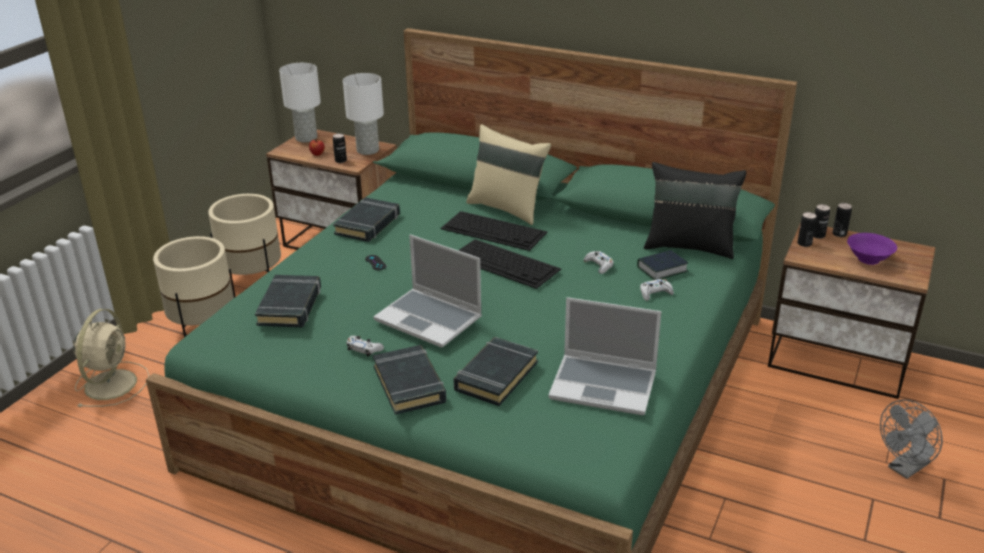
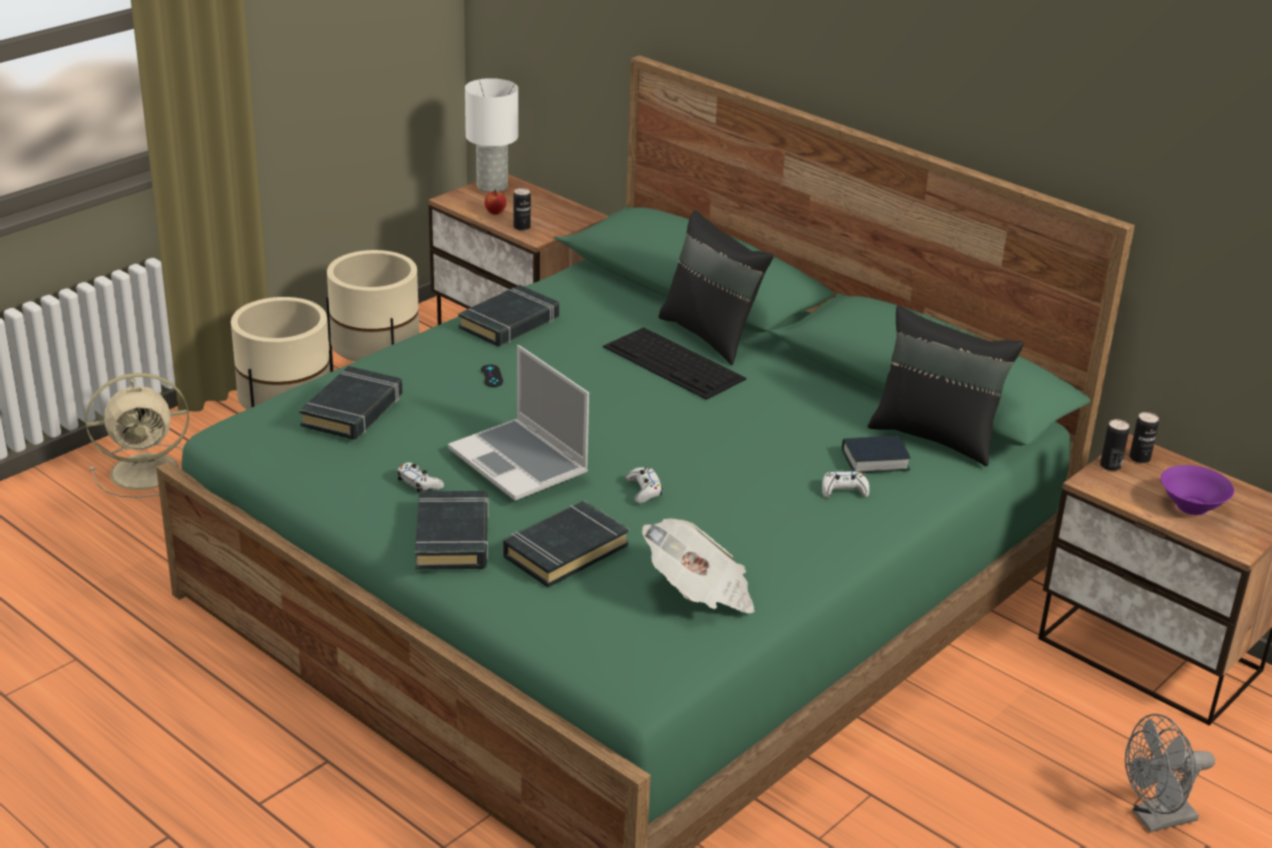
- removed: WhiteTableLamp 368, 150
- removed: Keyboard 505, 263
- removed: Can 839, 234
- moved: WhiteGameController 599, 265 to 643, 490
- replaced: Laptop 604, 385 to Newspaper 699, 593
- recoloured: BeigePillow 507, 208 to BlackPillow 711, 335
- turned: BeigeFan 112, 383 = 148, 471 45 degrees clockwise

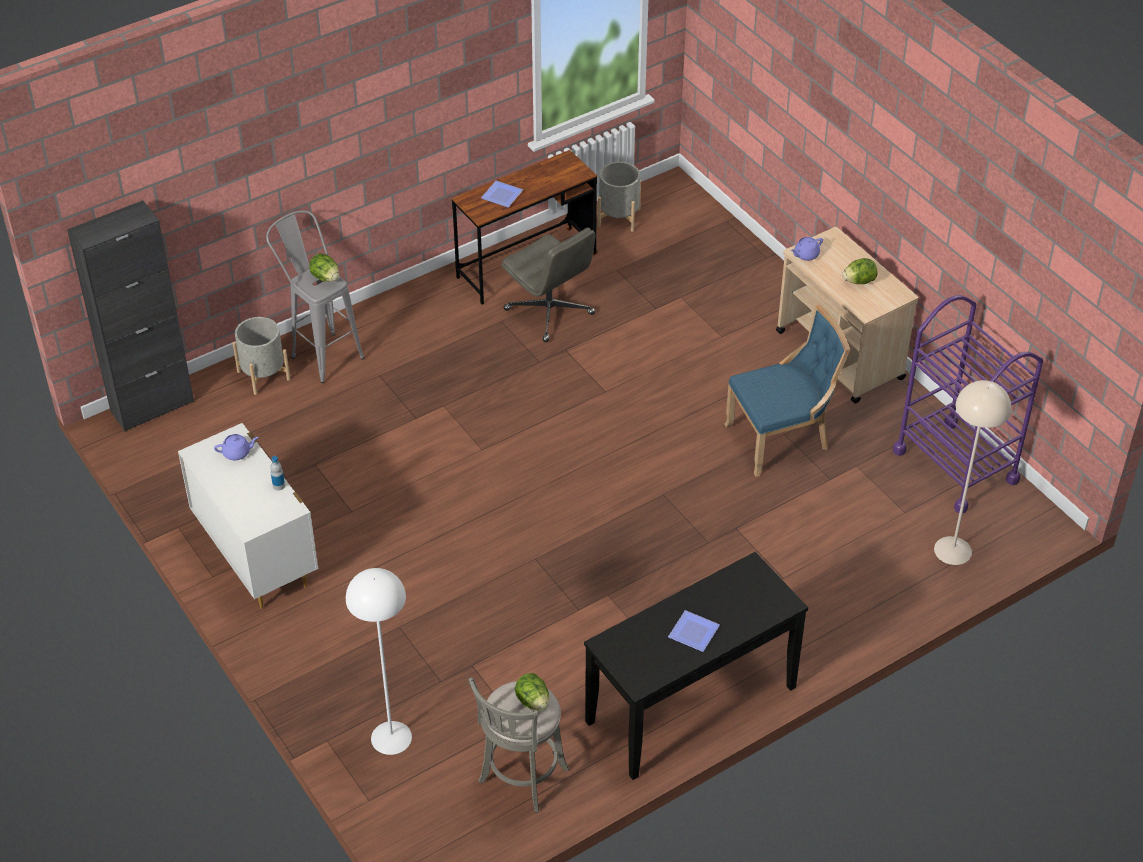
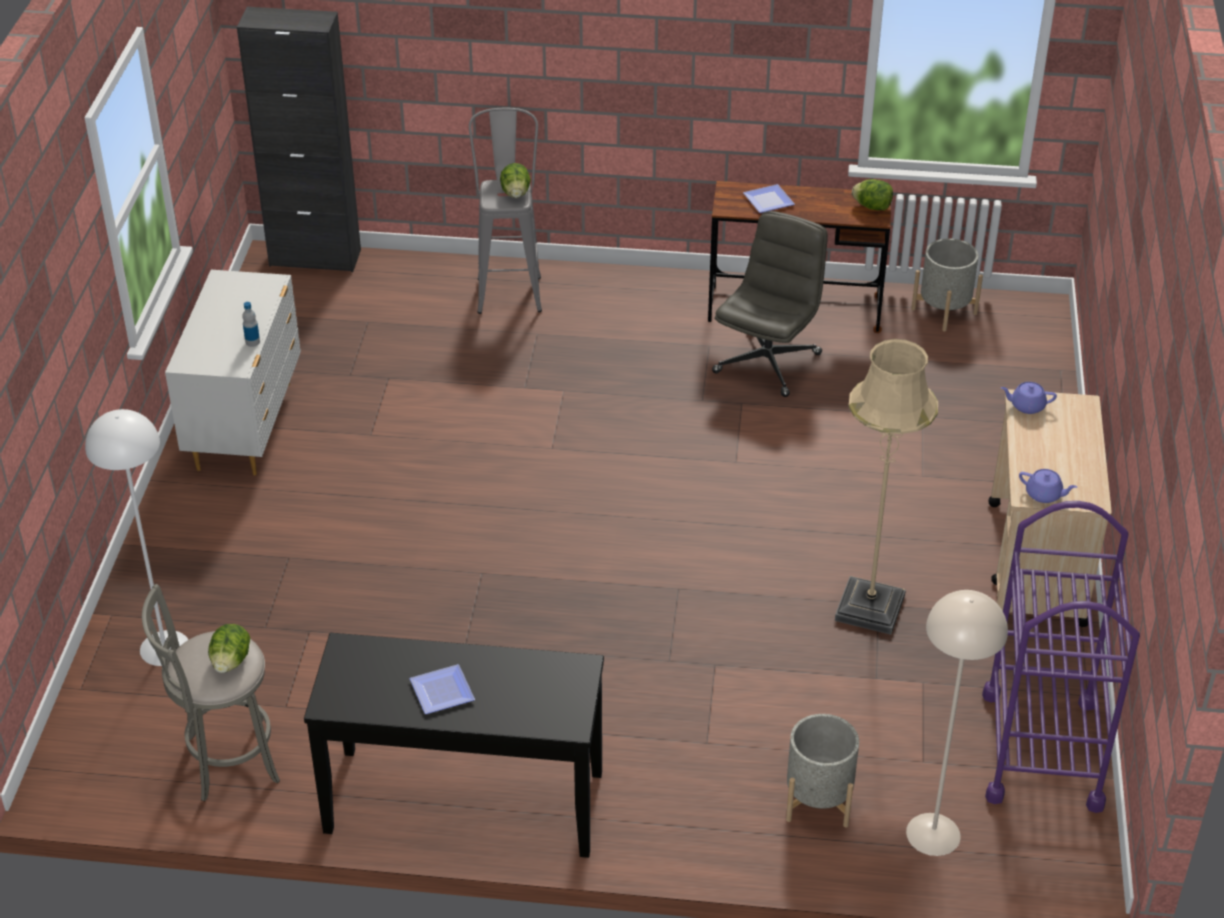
- moved: PurpleTeapot 237, 453 to 1044, 495
- moved: GreyPlanter 263, 375 to 818, 800
- moved: Lettuce 859, 281 to 872, 207
- replaced: BlueChair 781, 439 to BeigeFloorLamp 869, 608
- turned: GreyOfficeChair 550, 312 = 767, 362 150 degrees counterclockwise

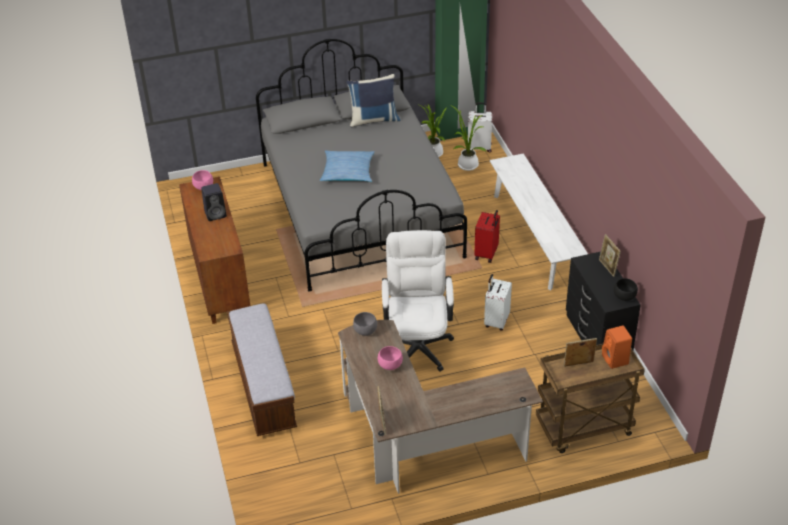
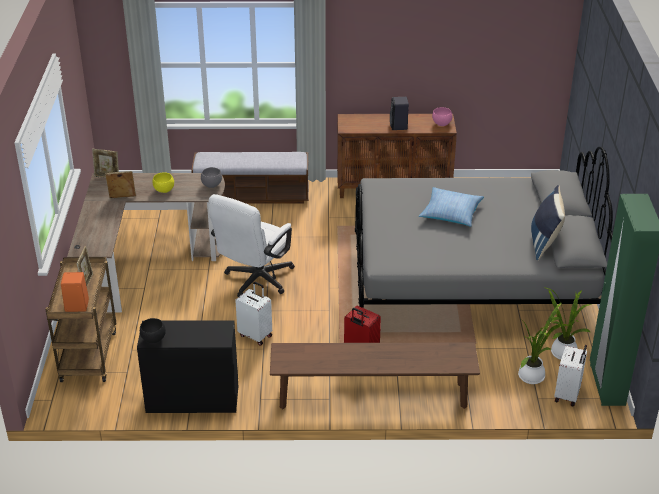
- moved: PictureFrame 607, 268 to 122, 198
- recoloured: PinkBowl 390, 365 to YellowBowl 164, 190
- recoloured: WhiteBench 534, 238 to BrownBench 372, 396
- turned: WhiteOfficeChair 418, 342 = 255, 281 105 degrees clockwise

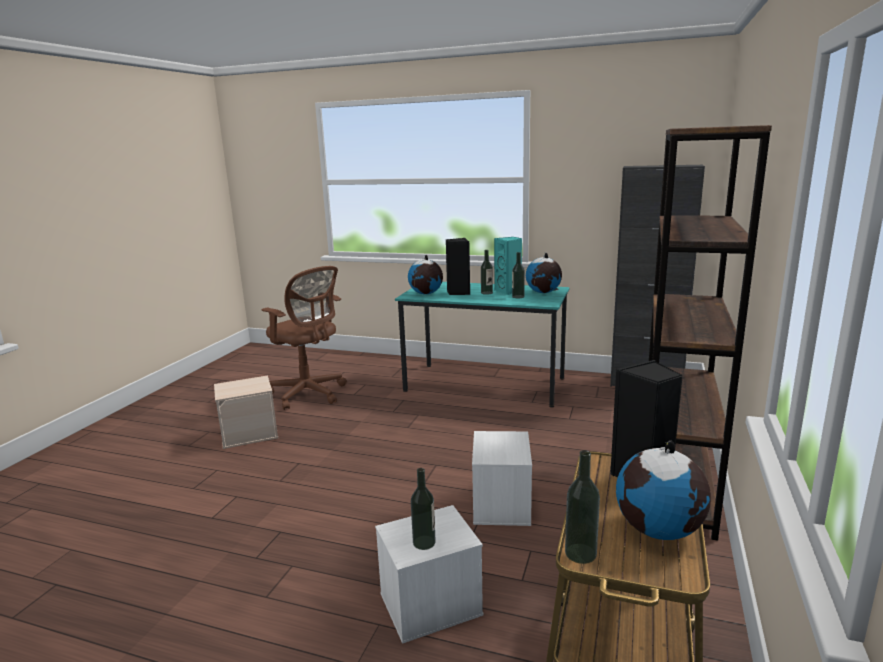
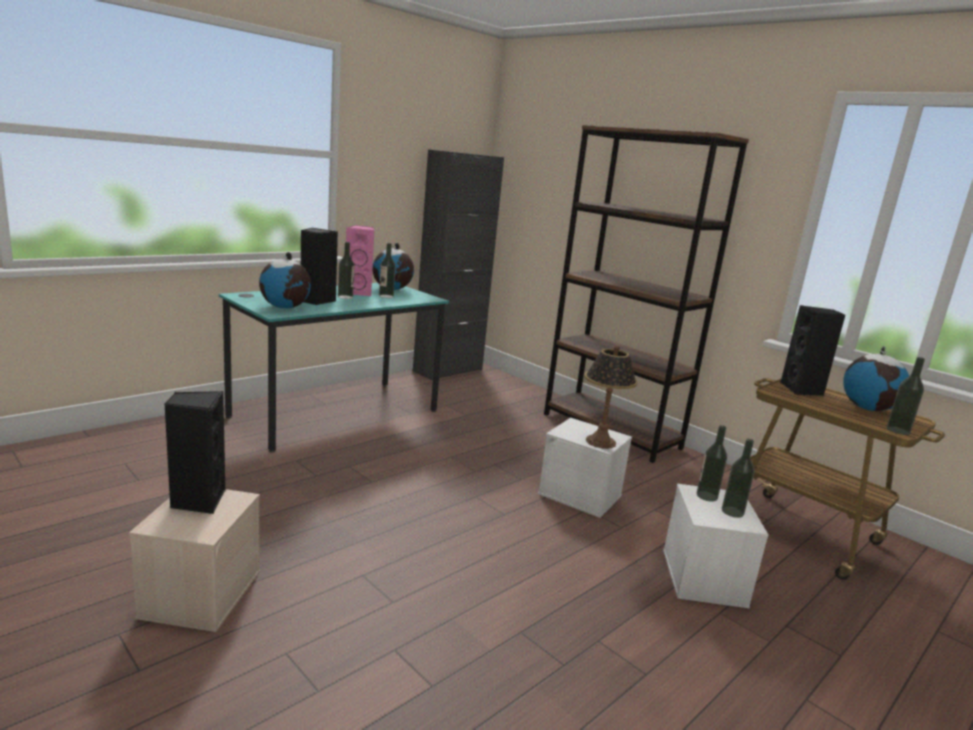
- removed: BrownOfficeChair 309, 394
- added: BlackSpeaker 198, 501
- added: TableLamp 600, 442
- added: Bottle 706, 496
- recoloured: TurquoiseSpeaker 508, 291 to PinkSpeaker 359, 292

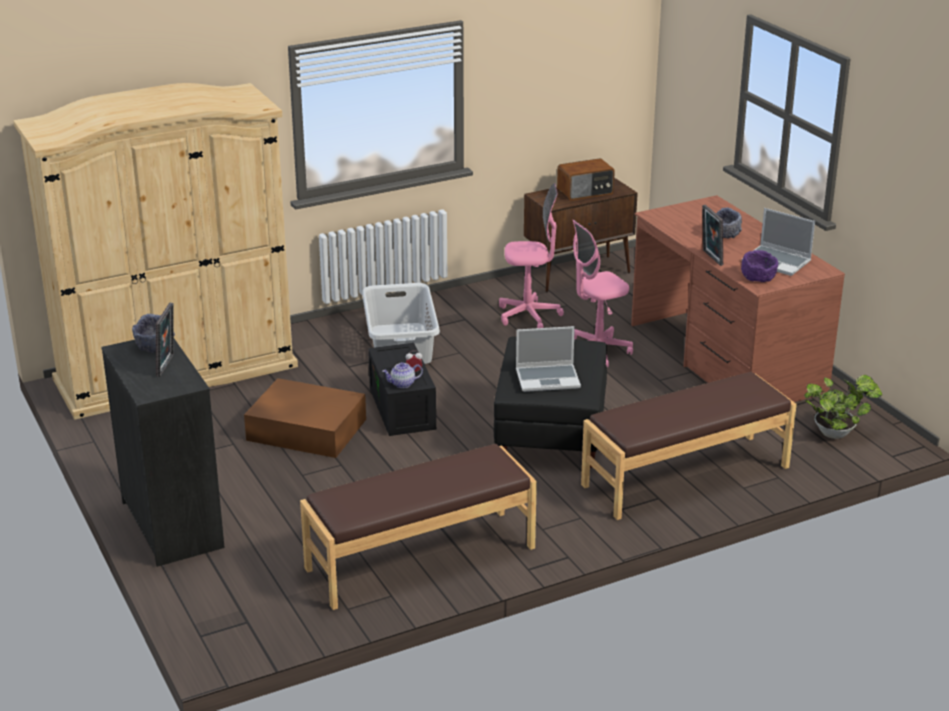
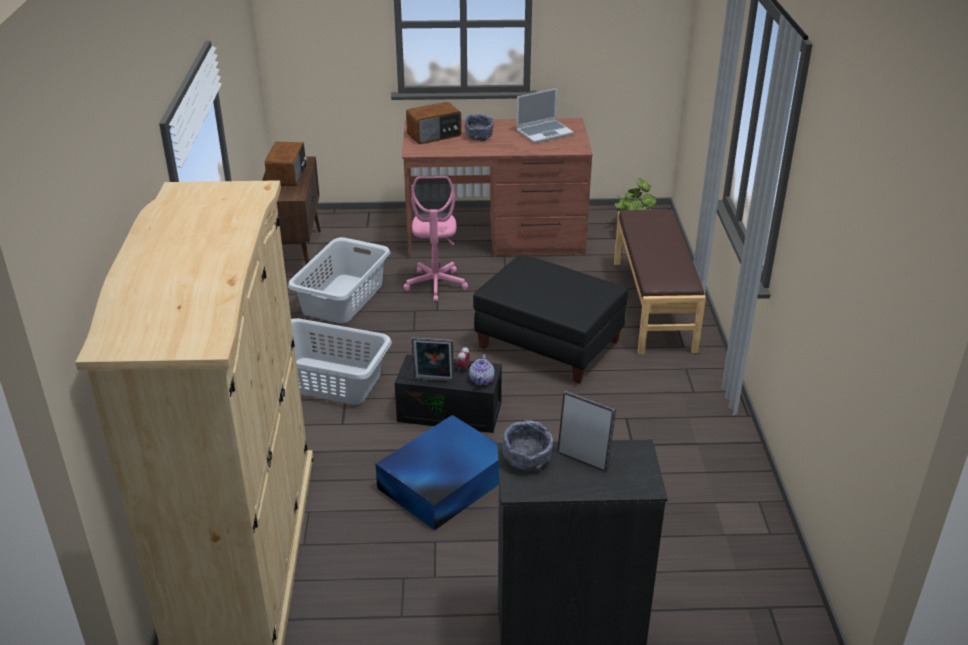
- removed: BrownBench 421, 559
- removed: Laptop 548, 379
- removed: PurpleBowl 758, 277
- added: Radio 434, 135
- moved: PictureFrame 710, 258 to 433, 381
- replaced: PinkOfficeChair 529, 315 to GreyLaundryBasket 344, 298
- recoloured: BrownStorageBox 305, 429 to BlueStorageBox 442, 482

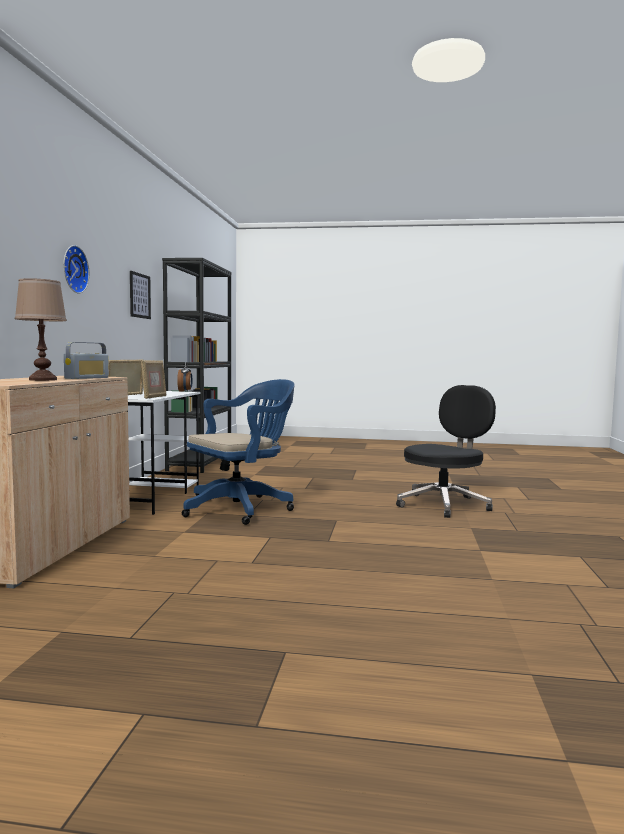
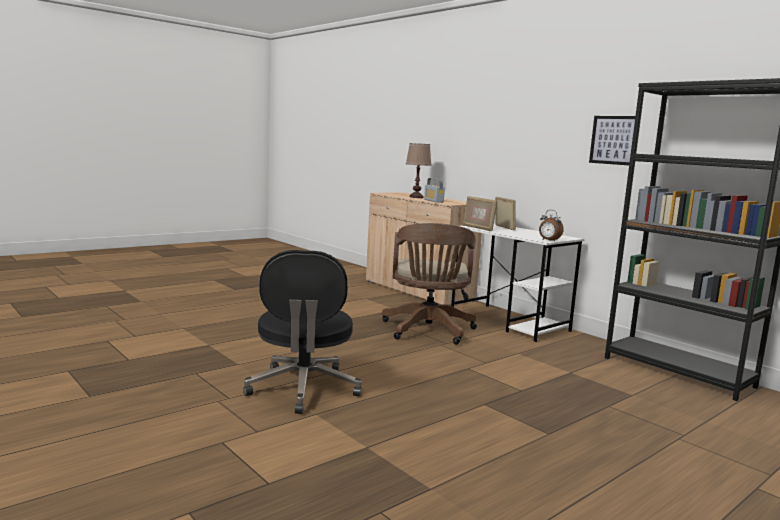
- removed: WallClock 73, 269
- recoloured: BlueOfficeChair 242, 508 to BrownOfficeChair 428, 331

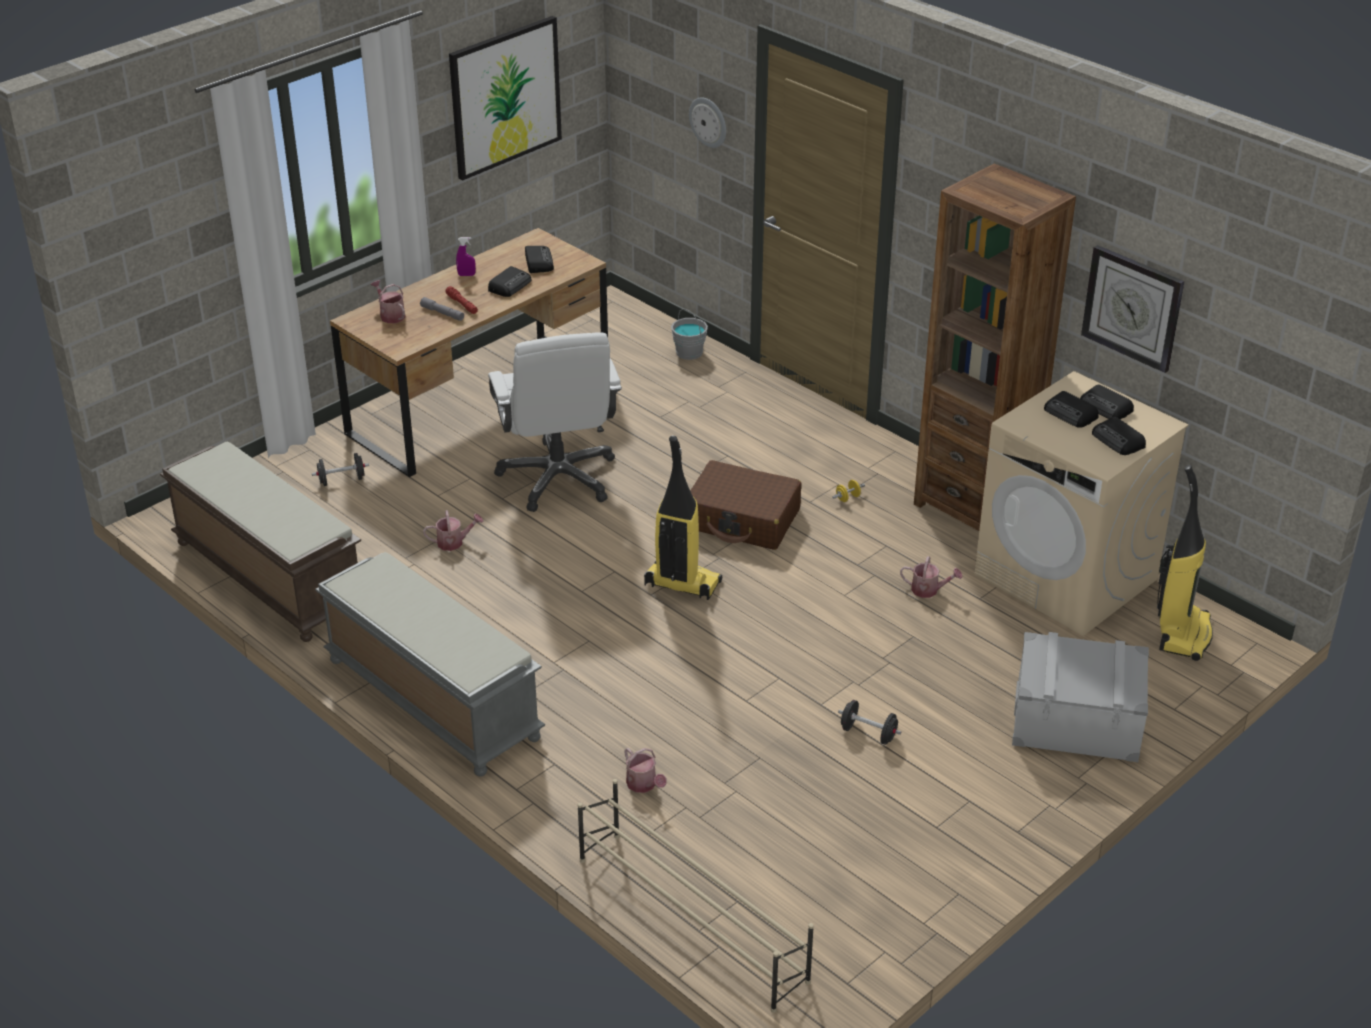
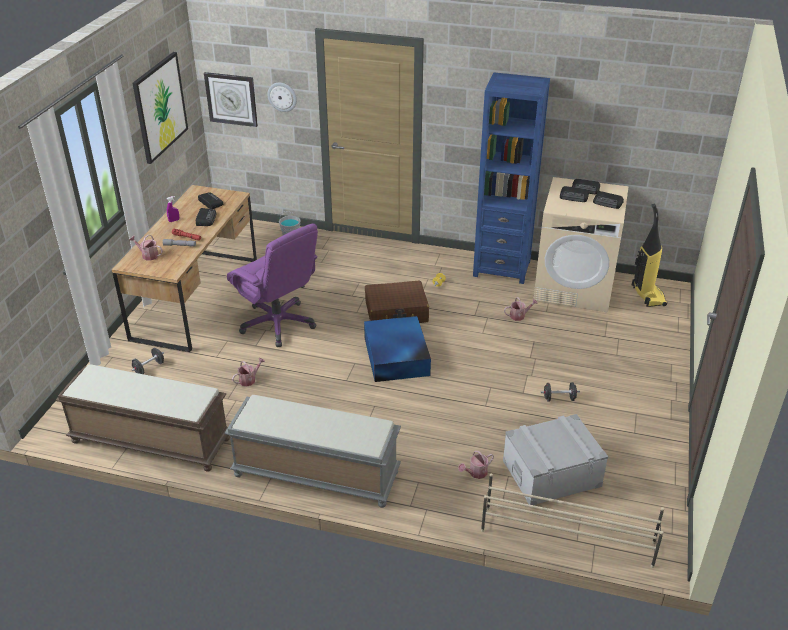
- moved: GreyStorageBox 1077, 719 to 551, 473
- moved: WallClock 1133, 307 to 231, 99
- replaced: VacuumCleaner 681, 584 to BlueStorageBox 396, 357
- recoloured: WhiteOfficeChair 558, 478 to PurpleOfficeChair 278, 323
- recoloured: BrownBookcase 973, 507 to BlueBookcase 501, 268
- turned: WateringCan 644, 785 = 476, 473 120 degrees clockwise

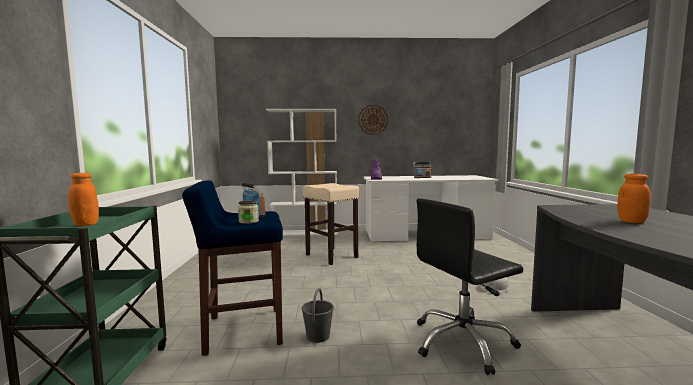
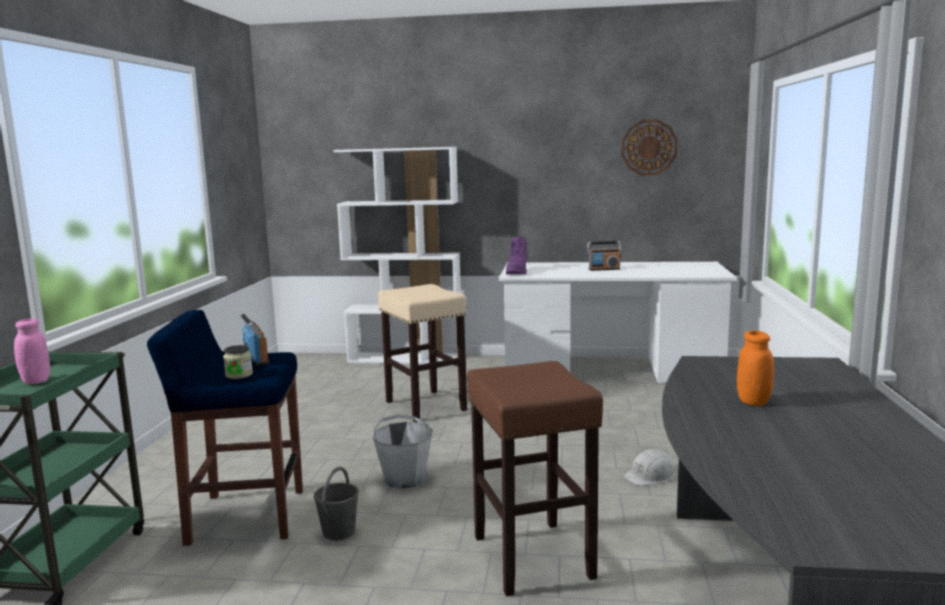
- added: GreyBucket 405, 478
- moved: WallClock 373, 119 to 649, 147
- replaced: BlackOfficeChair 462, 342 to BrownStool 531, 556
- recoloured: OrangeJar 85, 224 to PinkJar 36, 381

